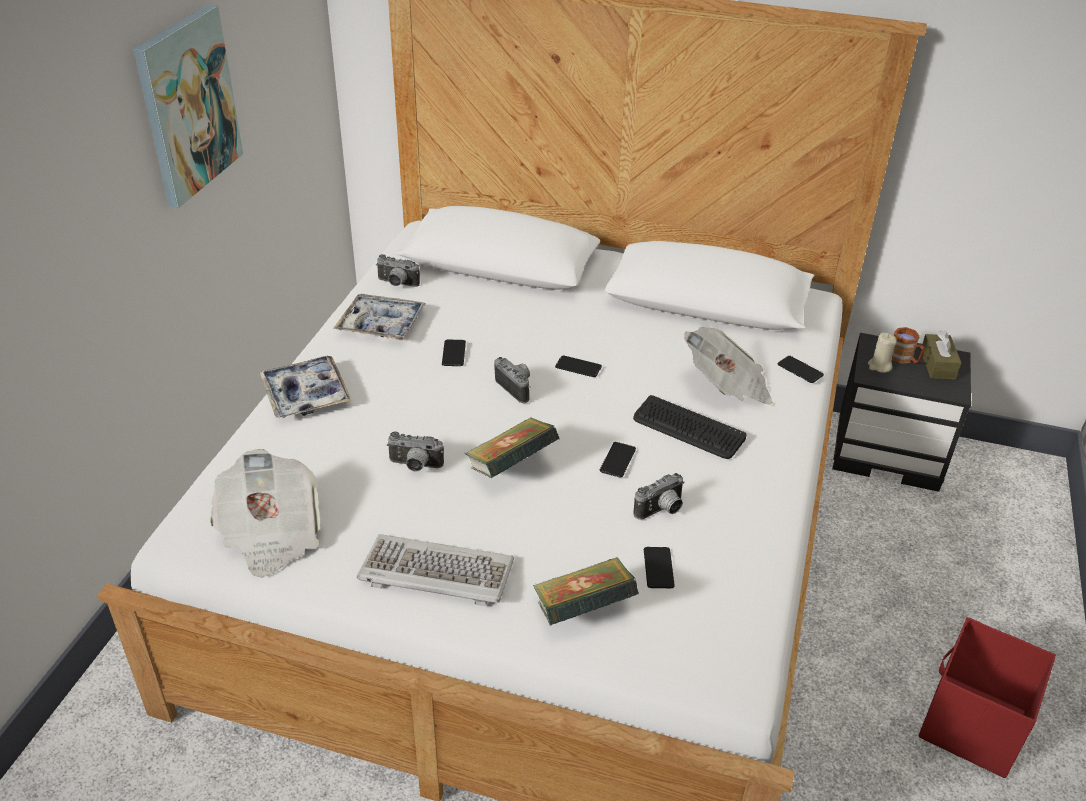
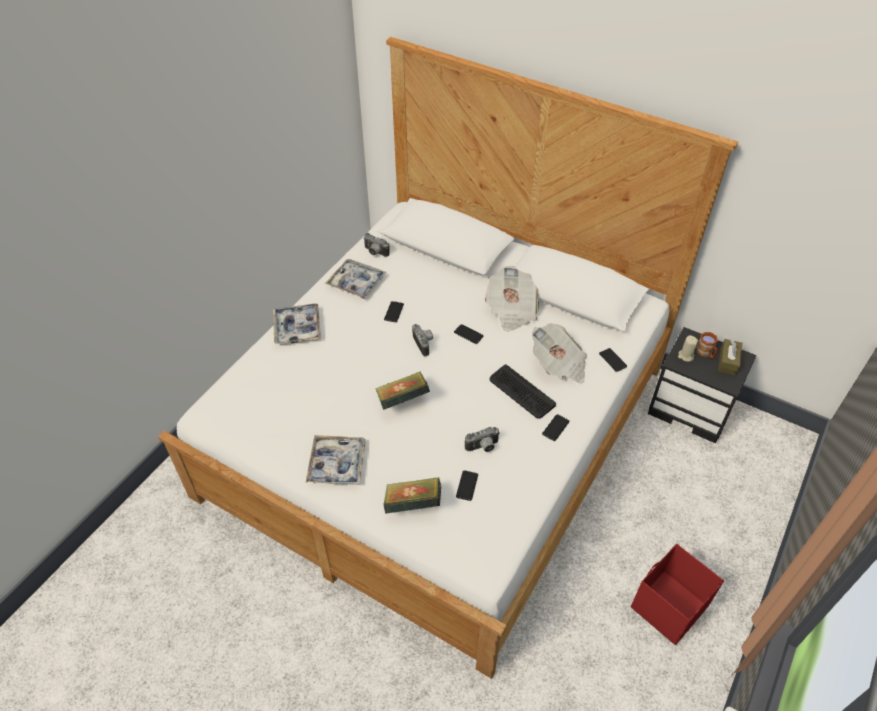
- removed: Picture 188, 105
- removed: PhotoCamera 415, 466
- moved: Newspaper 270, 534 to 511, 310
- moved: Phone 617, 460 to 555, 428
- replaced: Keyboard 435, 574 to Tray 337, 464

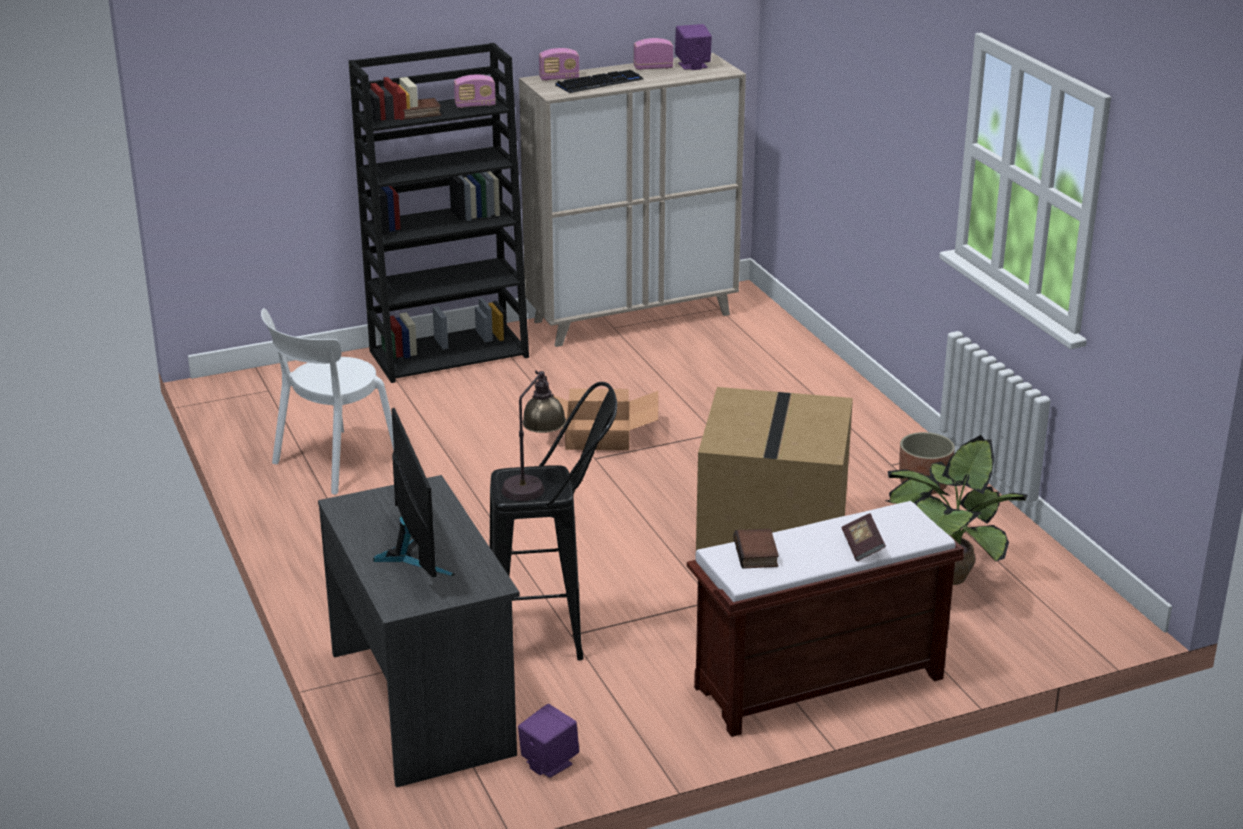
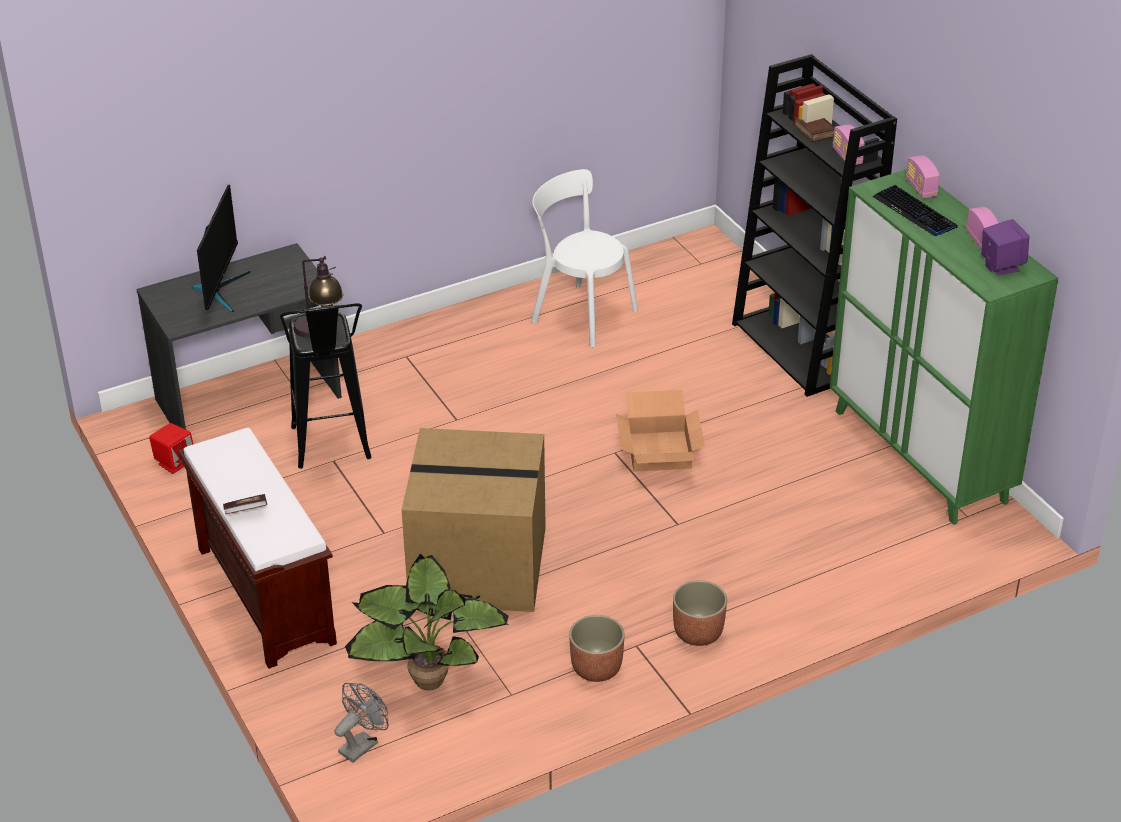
- removed: Book 757, 554
- added: GreyFan 362, 744
- added: Planter 698, 632
- recoloured: PurpleSpeaker 548, 763 to RedSpeaker 175, 462
- recoloured: BeigeCabinet 632, 318 to GreenCabinet 920, 456
- turned: Monitor 412, 554 = 220, 290 60 degrees counterclockwise

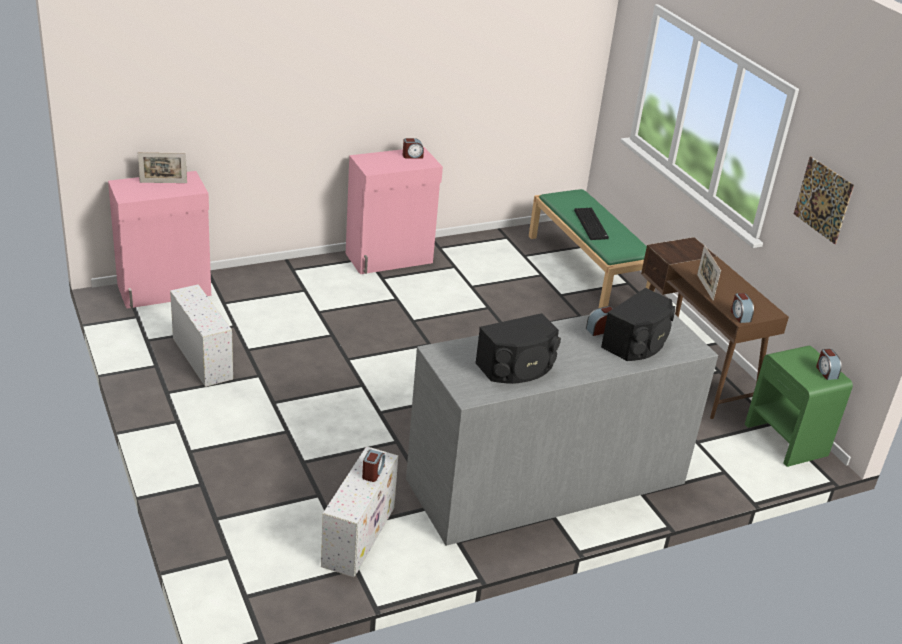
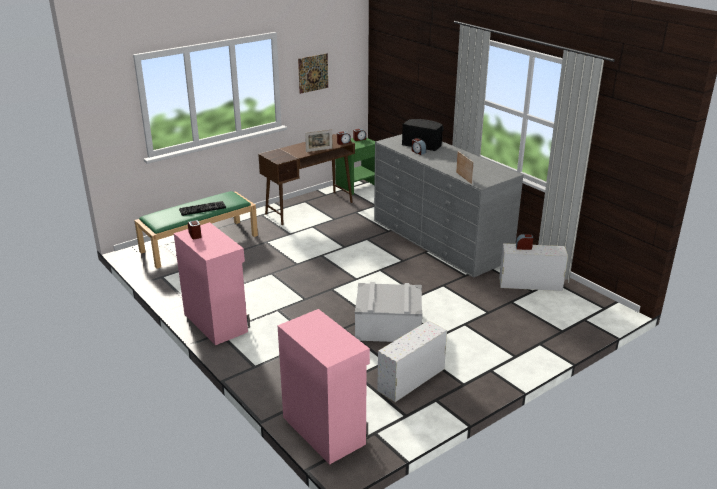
- removed: BlackSpeaker 517, 368
- added: GreyStorageBox 388, 326
- moved: PictureFrame 163, 182 to 464, 178

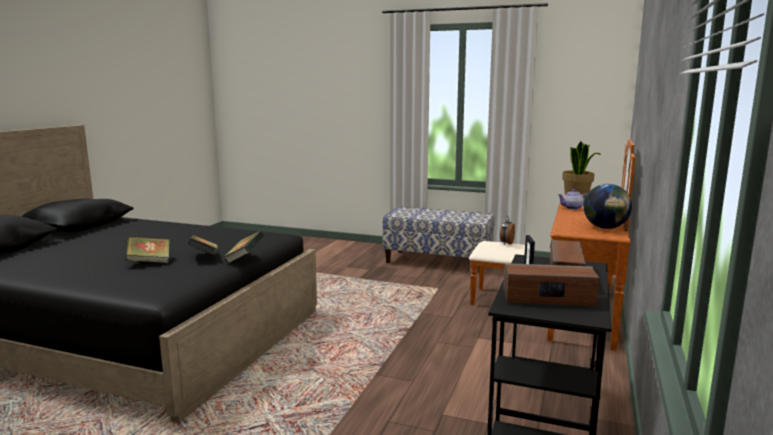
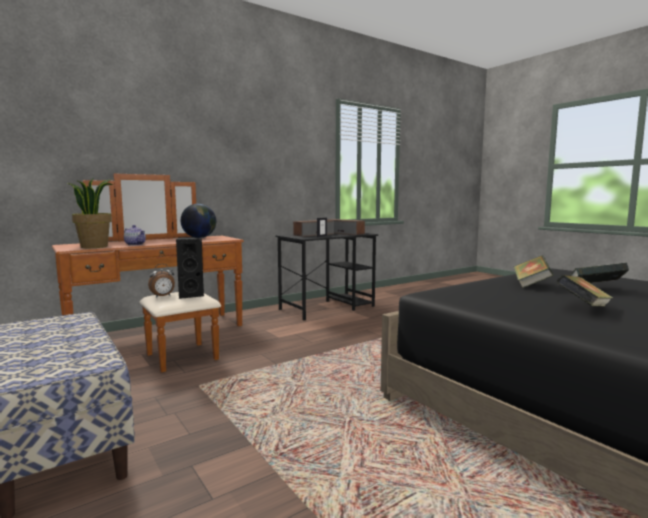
- added: BlackSpeaker 190, 295
- moved: Book 244, 259 to 583, 308

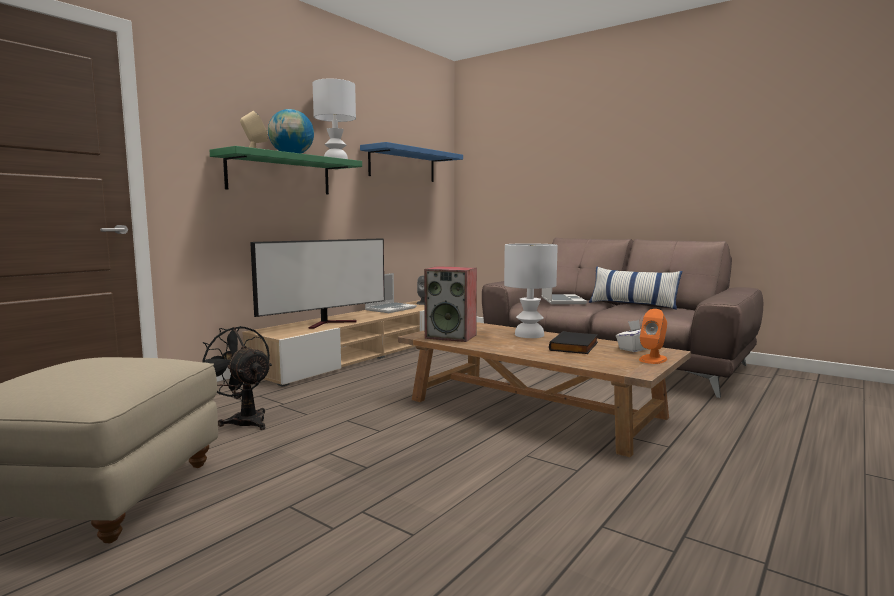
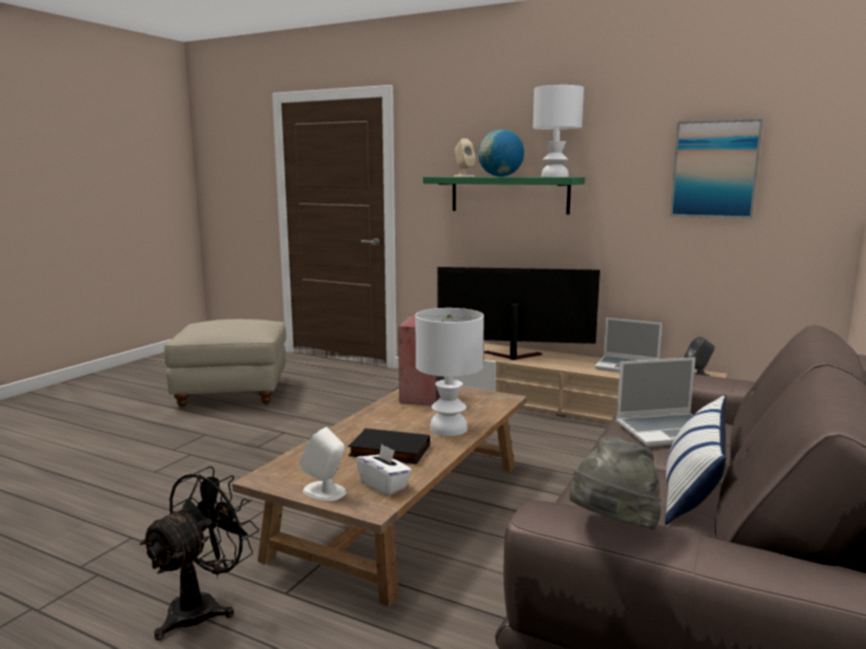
- added: GreyHat 612, 528
- moved: BlackFan 244, 420 to 203, 607
- replaced: BlueShelf 402, 165 to Picture 715, 169
- recoloured: OrangeSpeaker 653, 359 to WhiteSpeaker 325, 491
- turned: Television 330, 323 = 511, 356 150 degrees clockwise

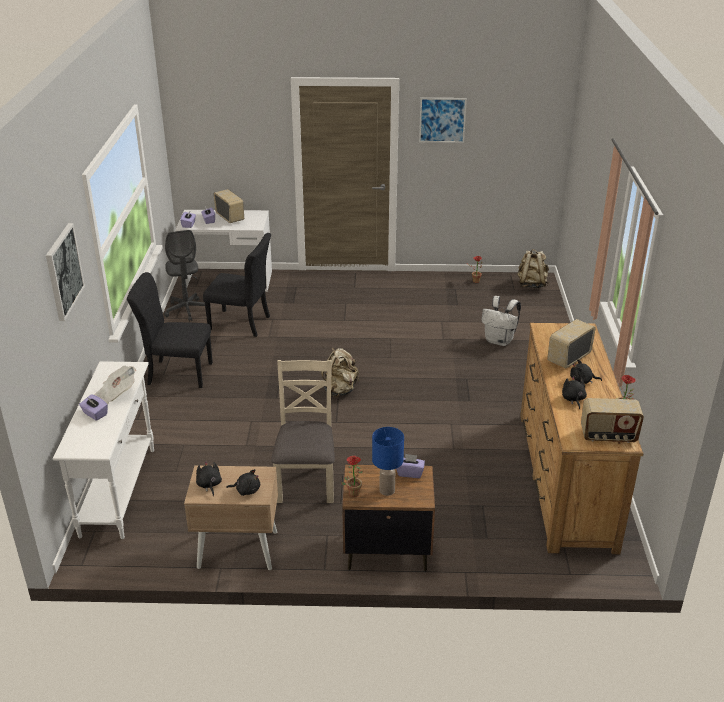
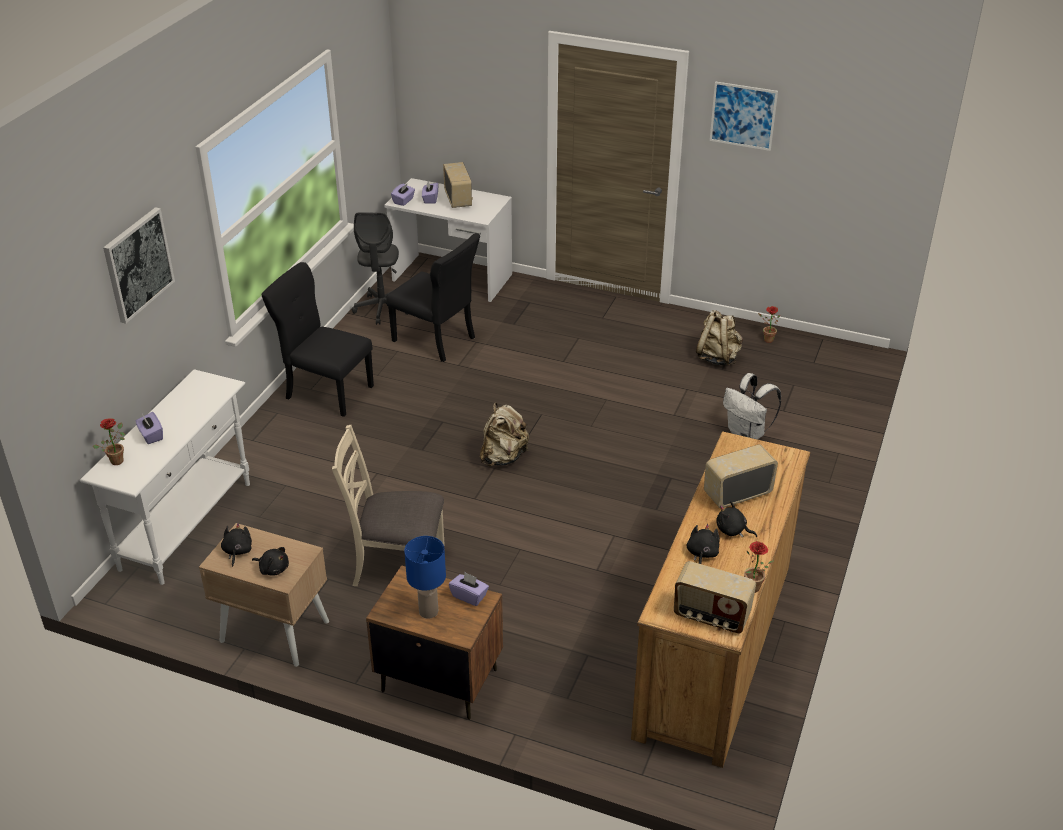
- removed: Newspaper 116, 394
- moved: PottedPlant 353, 491 to 117, 459
- moved: BeigeBackpack 531, 284 to 717, 357
- turned: BeigeChair 306, 480 = 397, 565 105 degrees counterclockwise

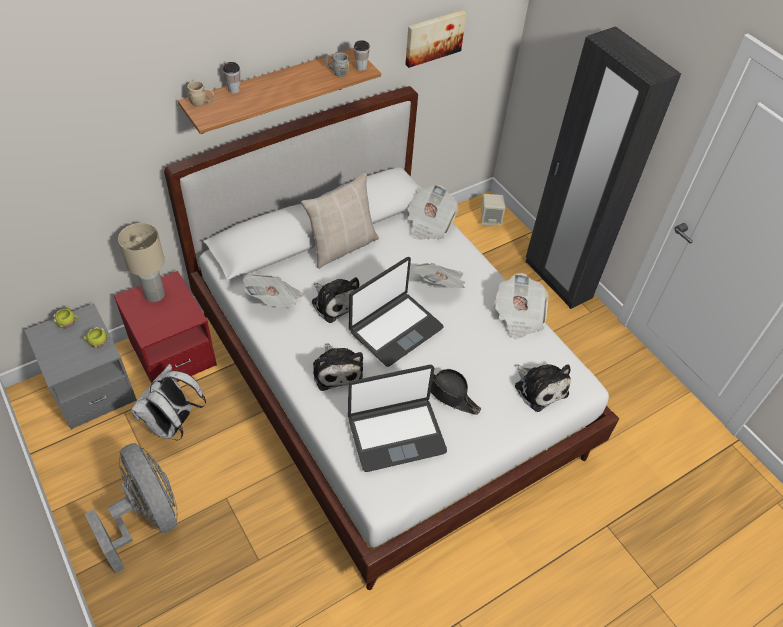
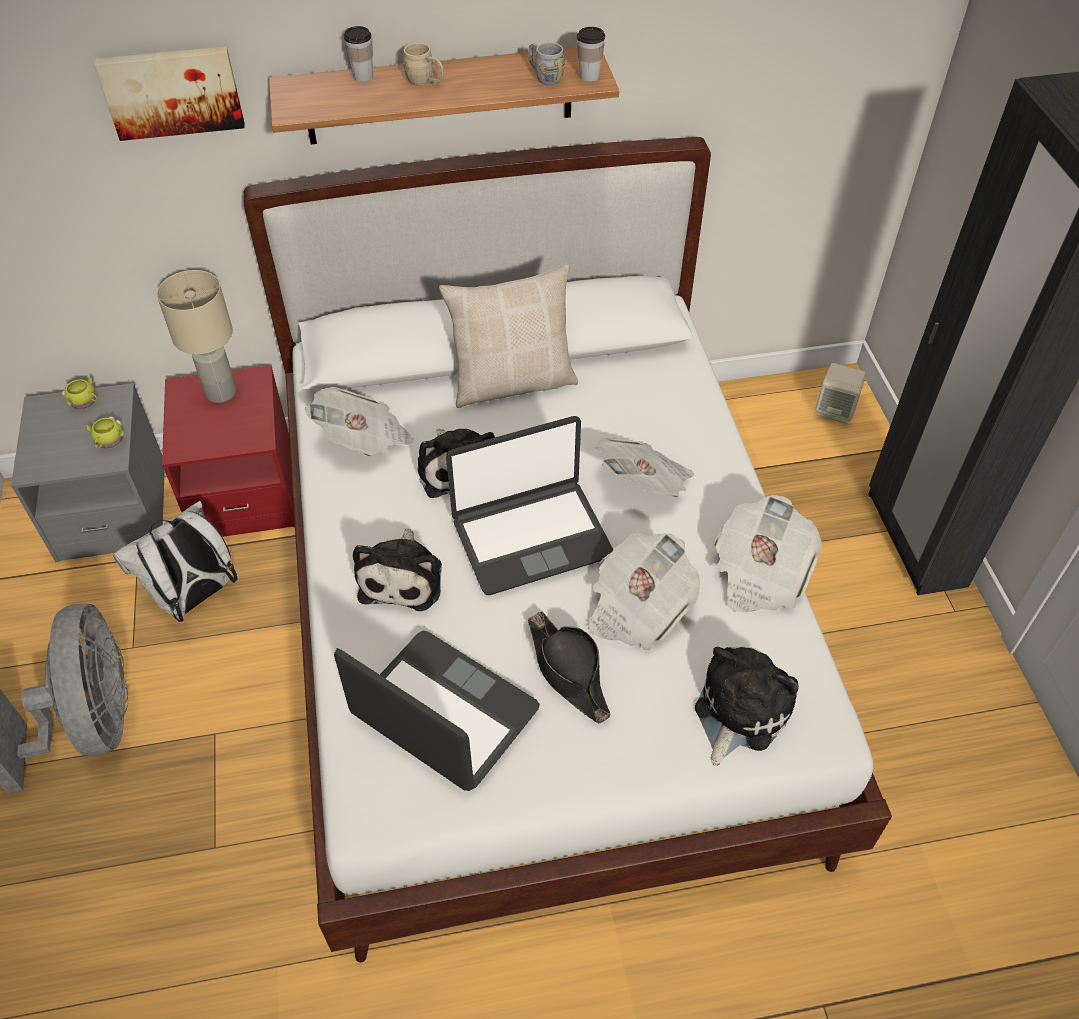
- moved: BeigeMug 202, 103 to 425, 82
- moved: Picture 433, 37 to 172, 91
- moved: Newspaper 429, 224 to 637, 608
- turned: Laptop 396, 434 = 443, 713 150 degrees counterclockwise
- turned: PlushToy 539, 388 = 739, 711 135 degrees counterclockwise

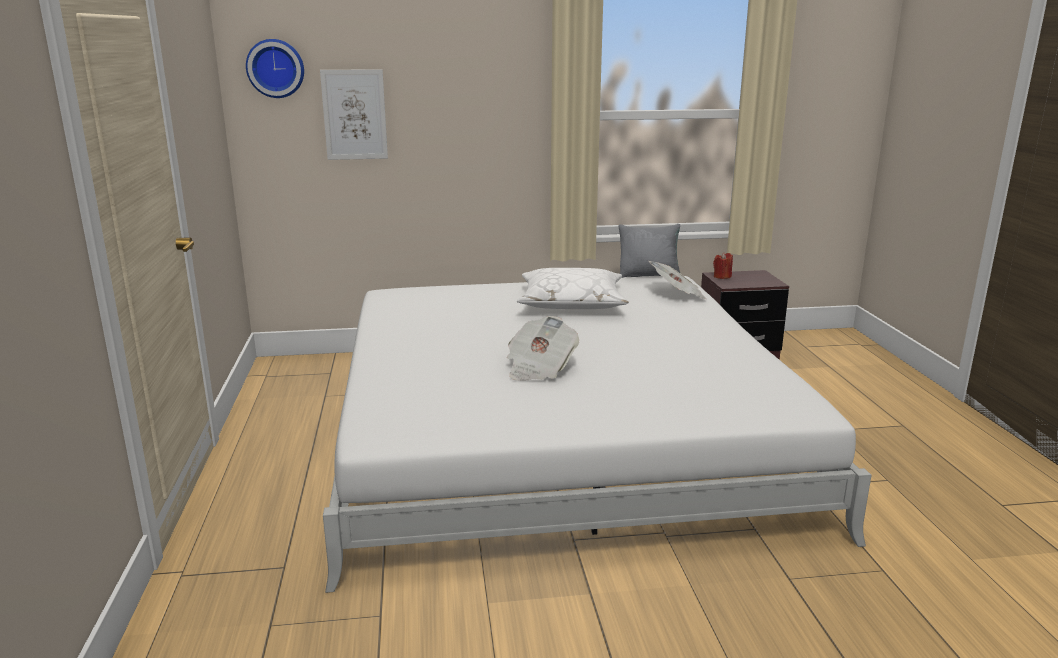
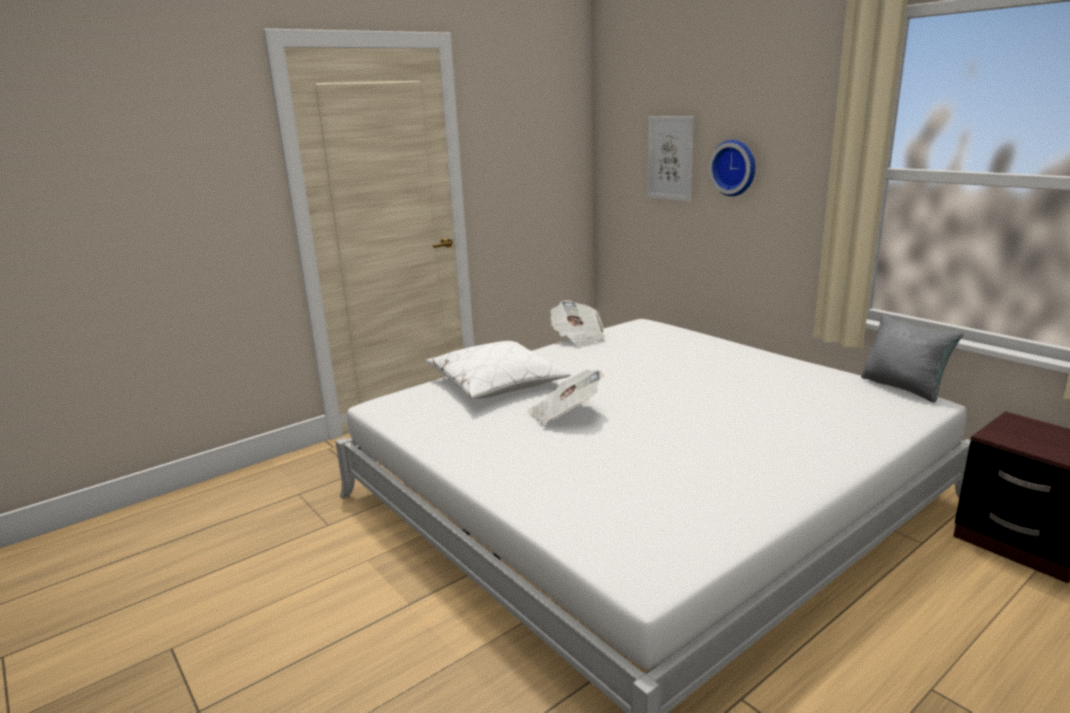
- removed: RedCandle 722, 276
- moved: WallClock 276, 68 to 734, 167
- moved: WhitePillow 571, 302 to 497, 383
- moved: Newspaper 677, 295 to 577, 338

